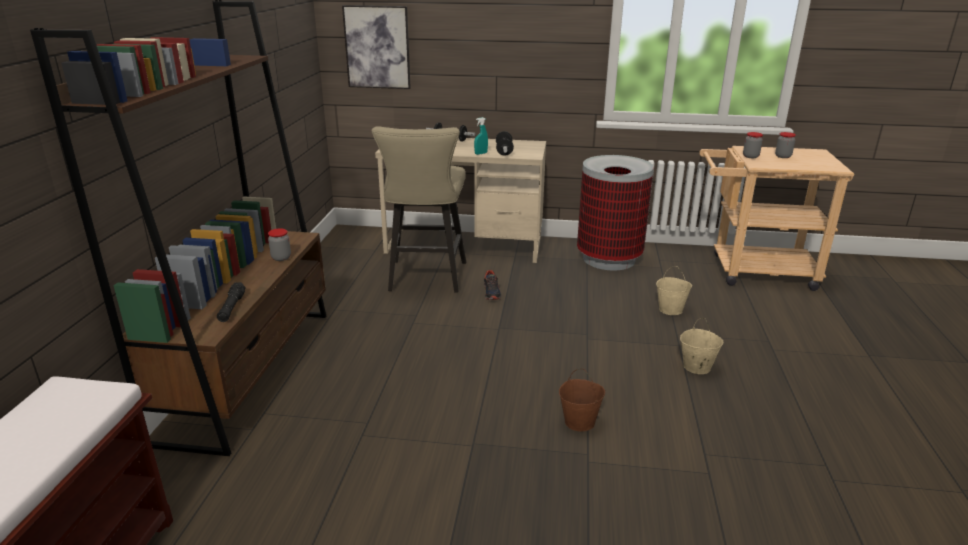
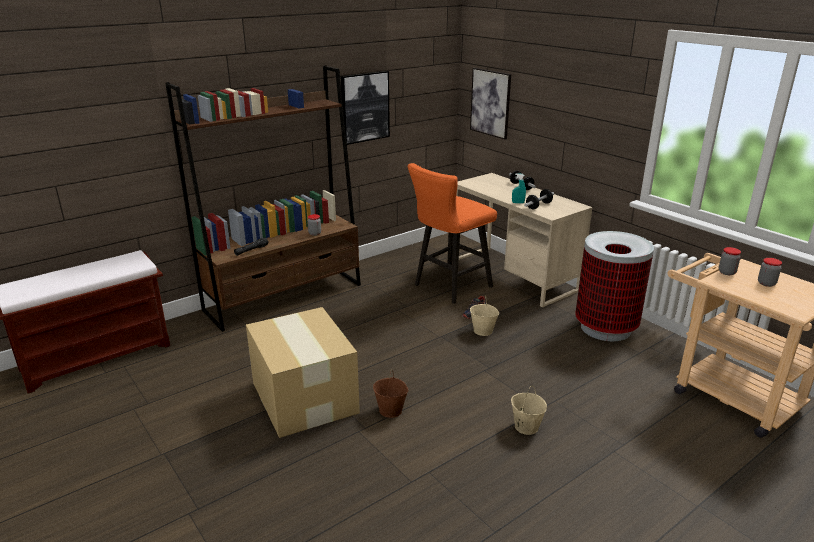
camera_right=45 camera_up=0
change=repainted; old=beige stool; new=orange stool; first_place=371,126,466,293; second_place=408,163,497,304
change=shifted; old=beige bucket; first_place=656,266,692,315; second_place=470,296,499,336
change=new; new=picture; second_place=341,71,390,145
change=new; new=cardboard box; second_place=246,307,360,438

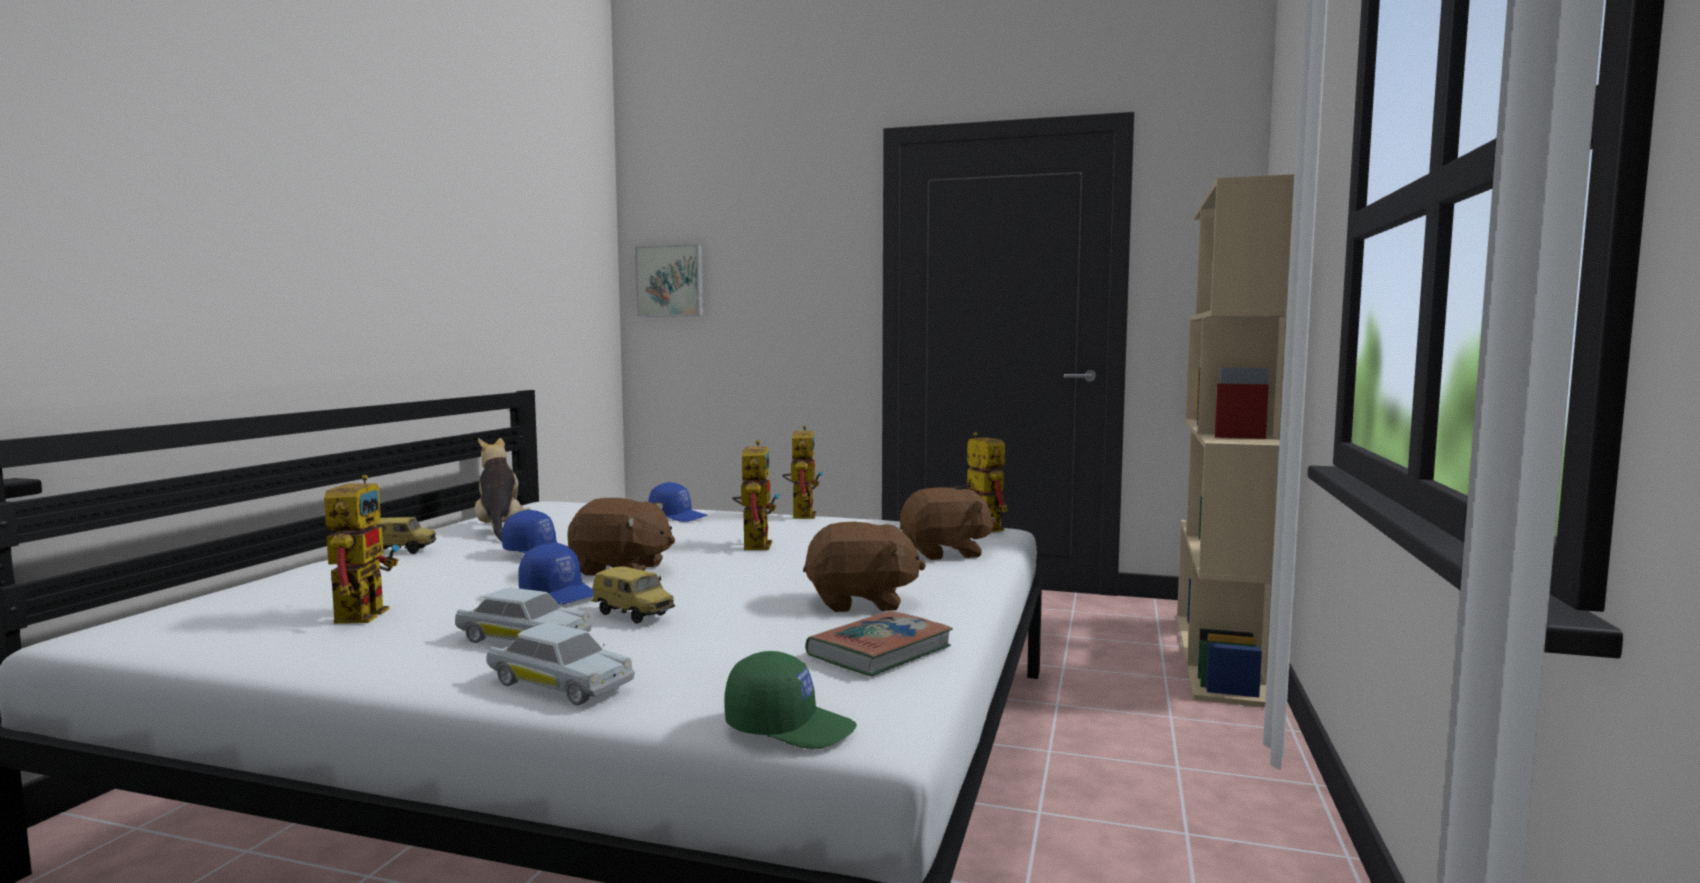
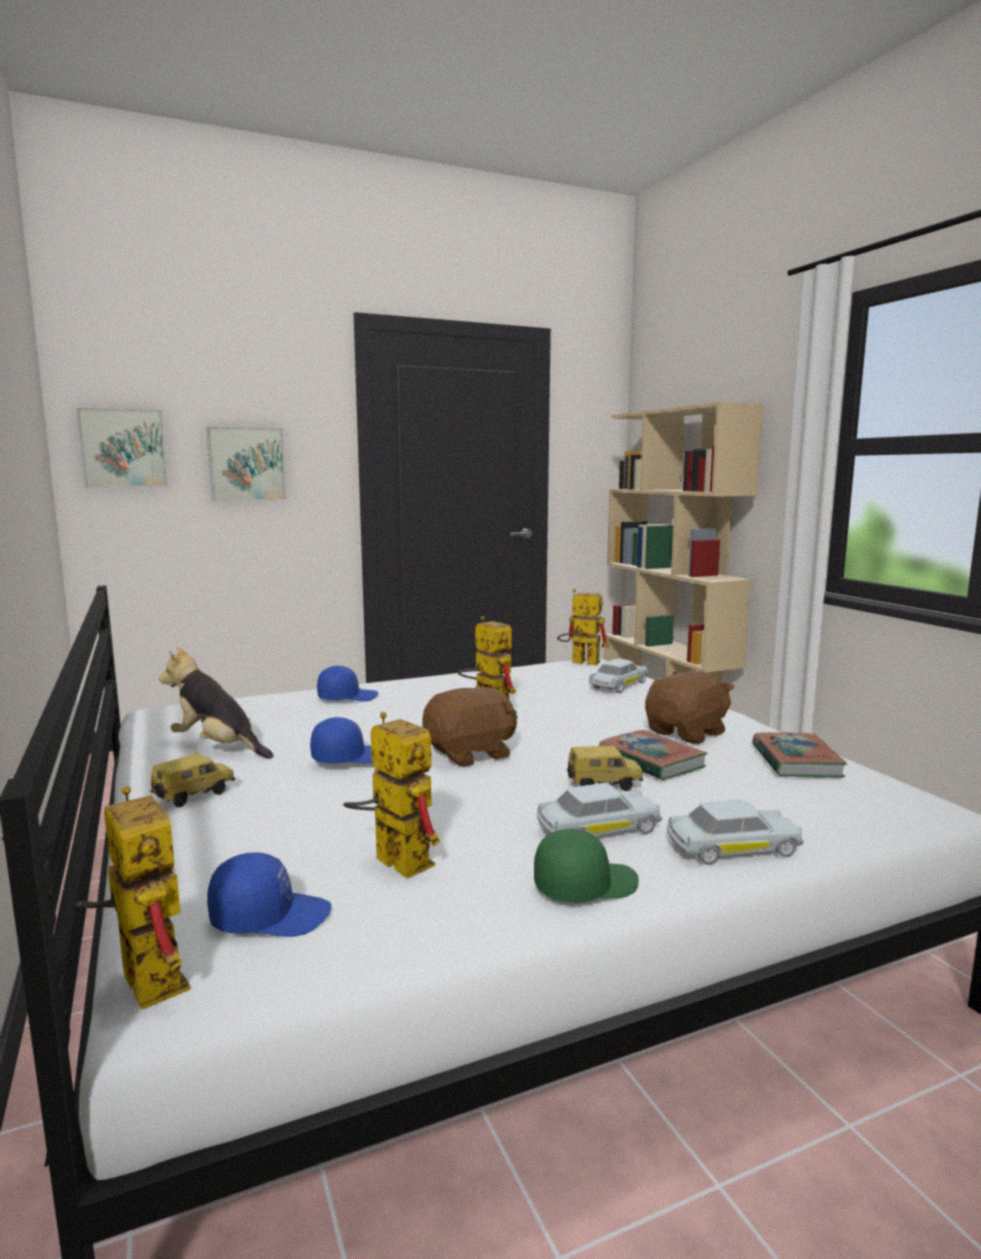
camera_right=-40 camera_up=5
change=shifted; old=toy robot; first_place=782,426,823,519; second_place=76,786,191,1010
change=swapped; old=brown plush toy; new=white toy car; first_place=900,487,996,560; second_place=589,659,648,693
change=shifted; old=blue cap; first_place=518,543,593,605; second_place=207,853,331,937
change=shifted; old=green cap; first_place=725,651,857,749; second_place=534,829,639,903
change=new; new=picture; second_place=207,427,287,501
change=new; new=book; second_place=599,730,707,781

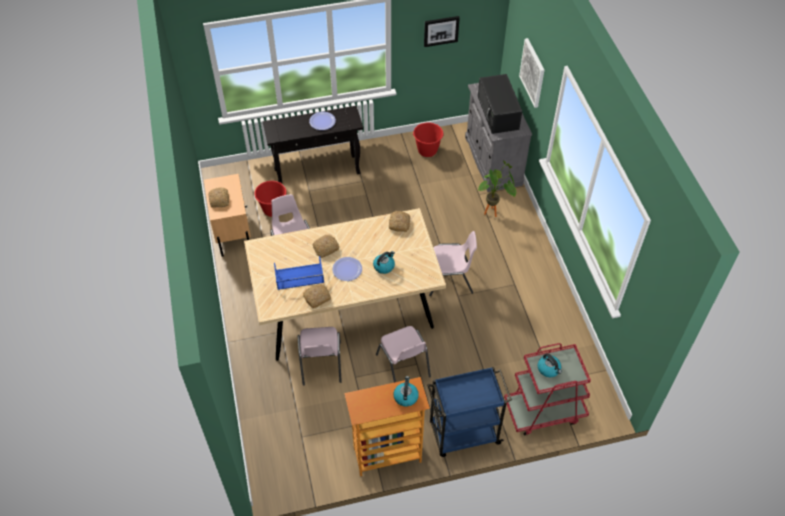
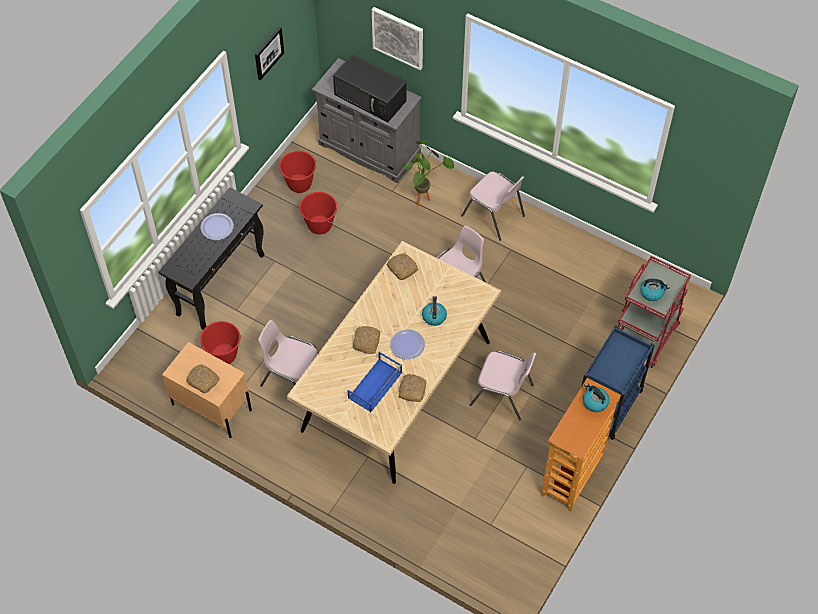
camera_right=-45 camera_up=5
change=shifted; old=pink chair; first_place=298,327,342,385; second_place=461,171,525,241
change=new; new=red bucket; second_place=299,192,337,234

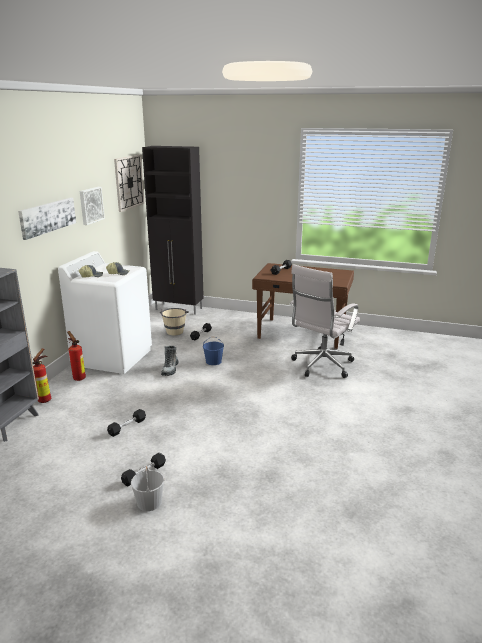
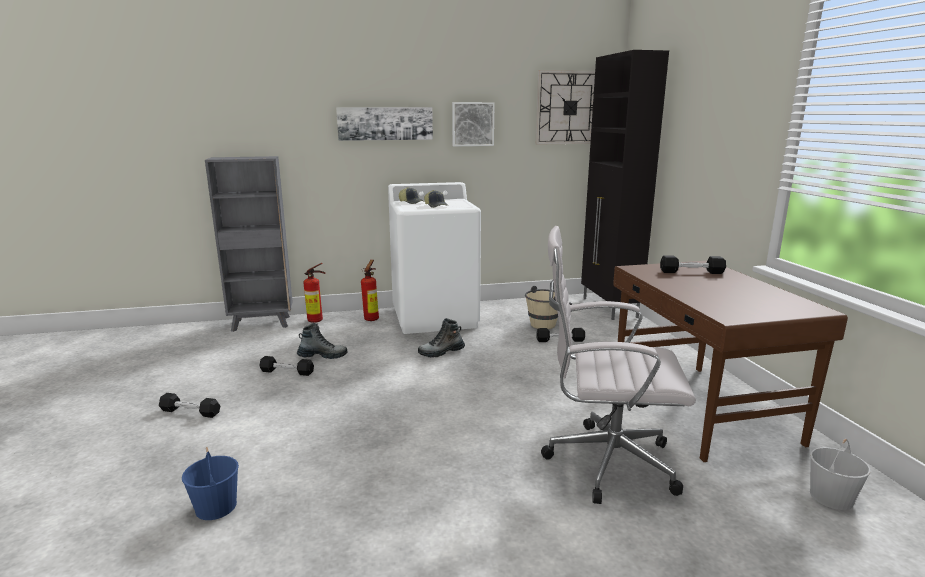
camera_right=60 camera_up=-5
change=shifted; old=blue bucket; first_place=203,336,224,365; second_place=182,447,239,520
change=shifted; old=white bucket; first_place=131,466,164,511; second_place=810,439,871,510
change=new; new=boot; second_place=297,323,347,359

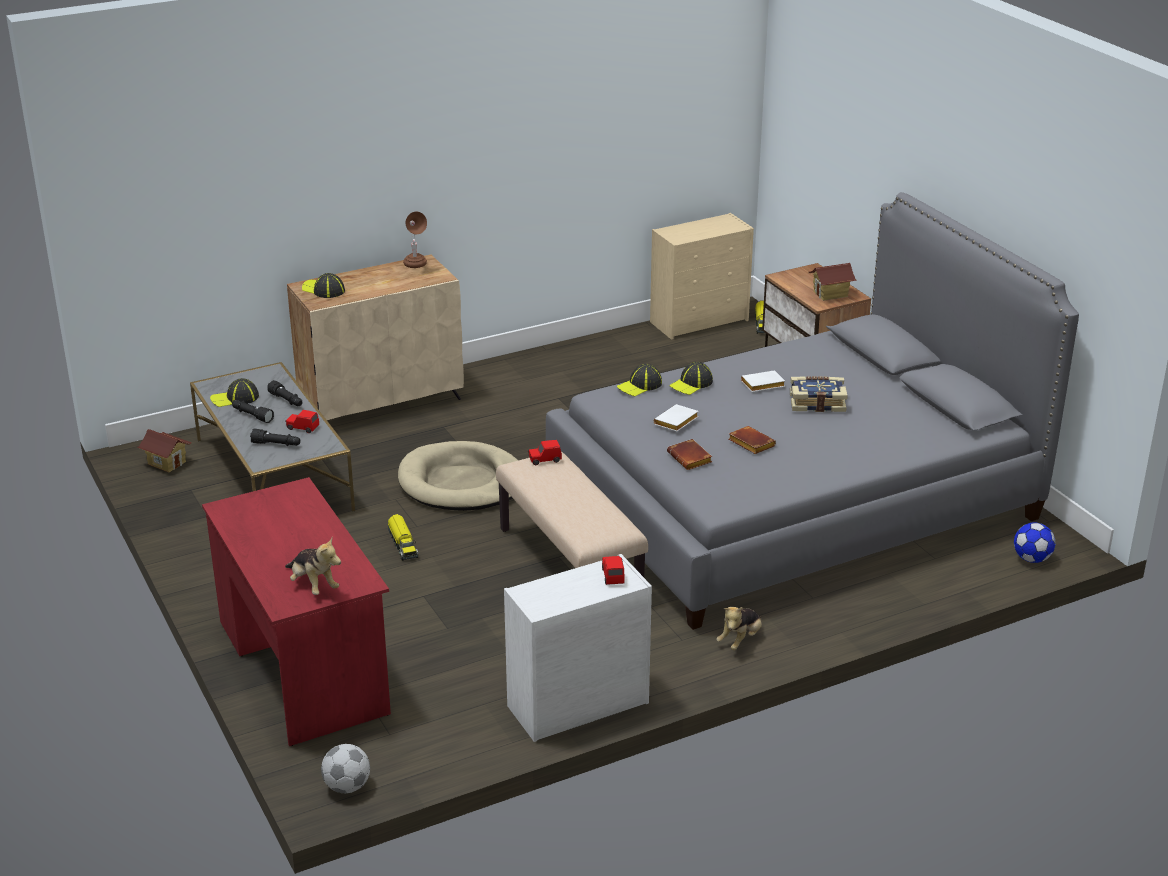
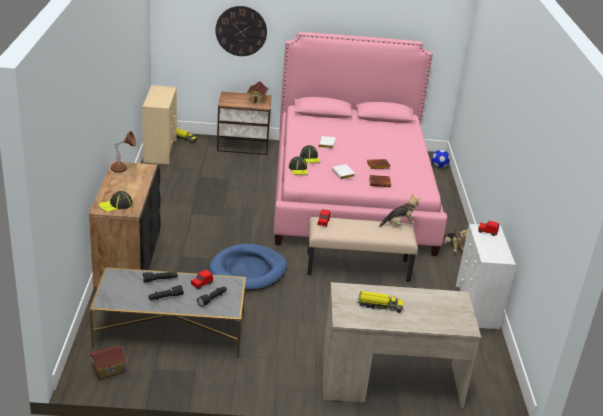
camera_right=-65 camera_up=0
change=repainted; old=grey bed; new=pink bed; first_place=546,192,1079,630; second_place=274,32,447,256
change=repainted; old=beige cabinet; new=black cabinet; first_place=287,254,464,420; second_place=89,161,161,288
change=gone; old=book; first_place=790,376,848,412
change=gone; old=cap; first_place=210,378,259,407
change=repainted; old=beige dog bed; new=blue dog bed; first_place=398,441,518,511; second_place=209,244,287,291
change=repainted; old=red desk; new=beige desk; first_place=202,477,391,746; second_place=322,282,481,409
change=shifted; old=toy truck; first_place=388,514,419,561; second_place=358,291,403,313
change=shifted; old=plush toy; first_place=285,538,341,595; second_place=379,194,420,227
change=gone; old=football; first_place=321,744,370,793
change=new; new=wall clock; second_place=215,6,267,56

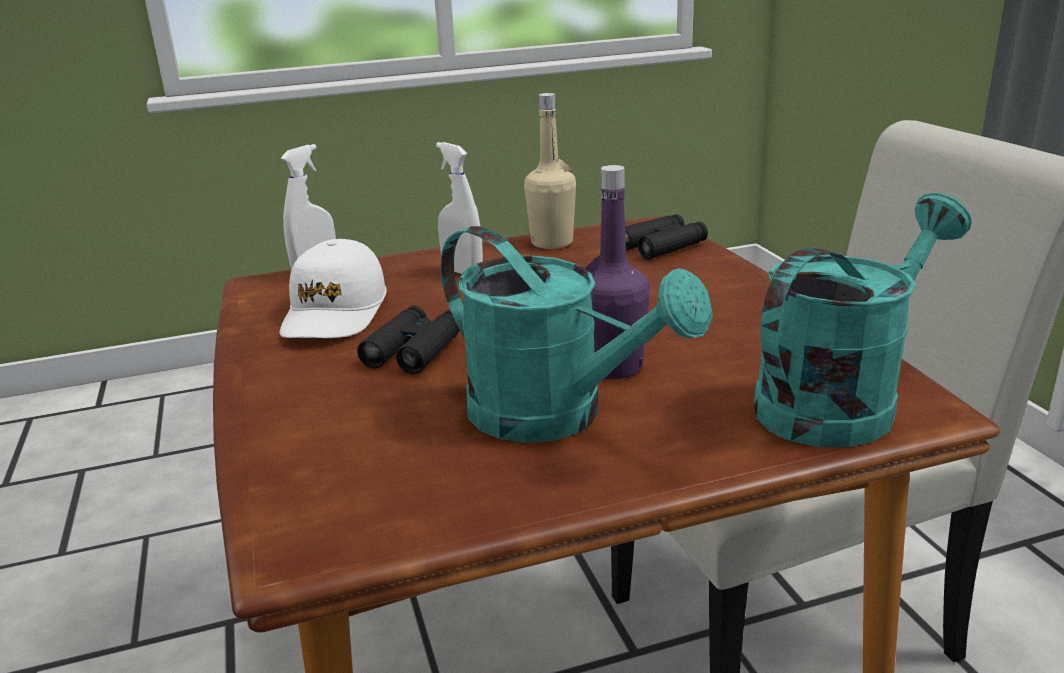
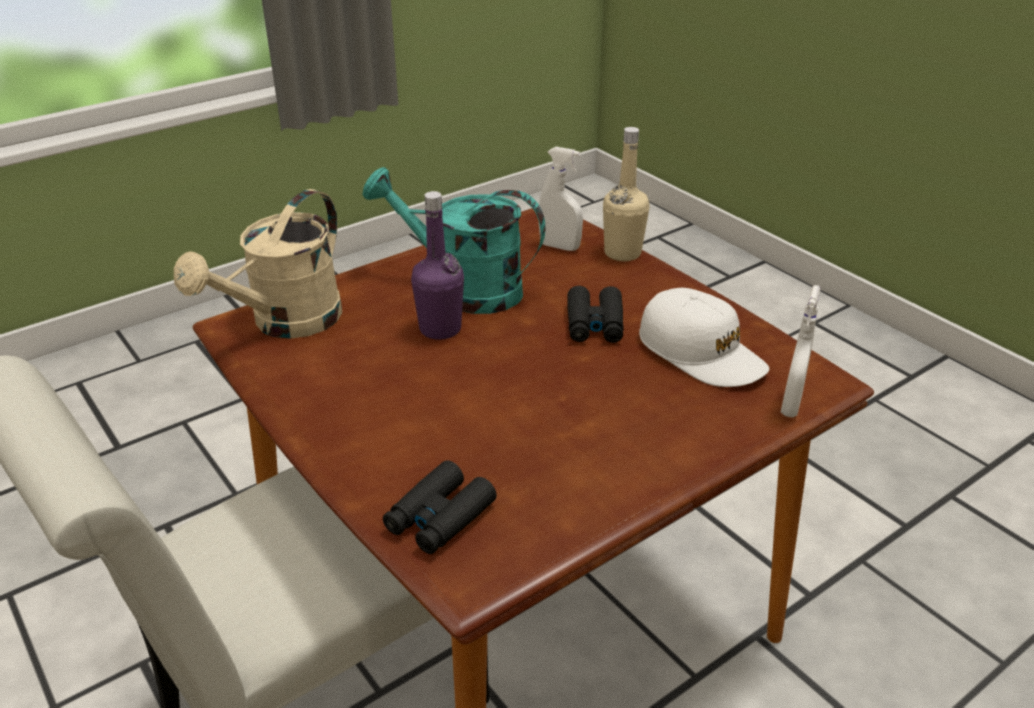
camera_right=160 camera_up=10
change=shifted; old=beige bottle; first_place=524,93,576,249; second_place=603,127,650,261
change=shifted; old=white spray bottle; first_place=436,142,483,274; second_place=539,147,583,251
change=repainted; old=turquoise watering can; new=beige watering can; first_place=754,193,972,447; second_place=174,189,342,339
change=rotated; old=white cap; first_place=280,239,387,338; second_place=639,288,769,387; degrees=150

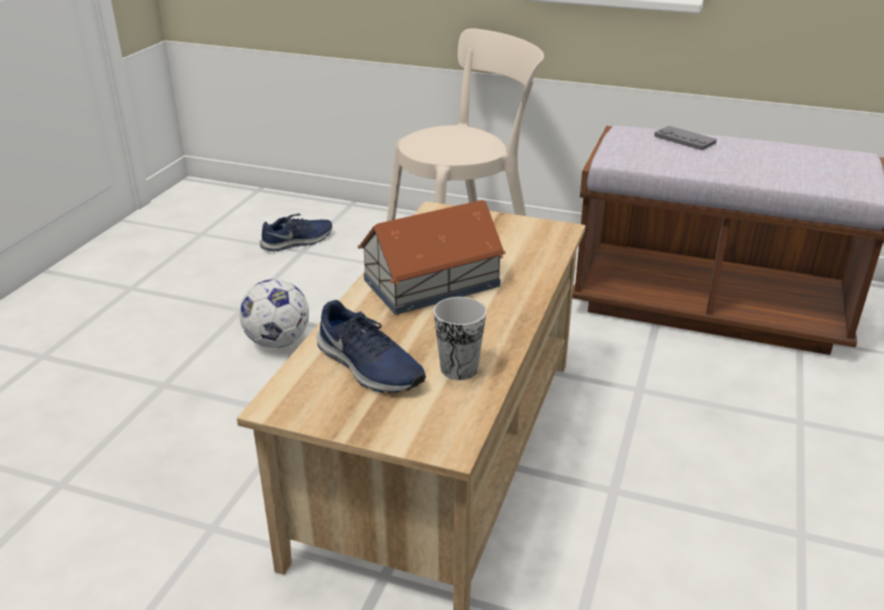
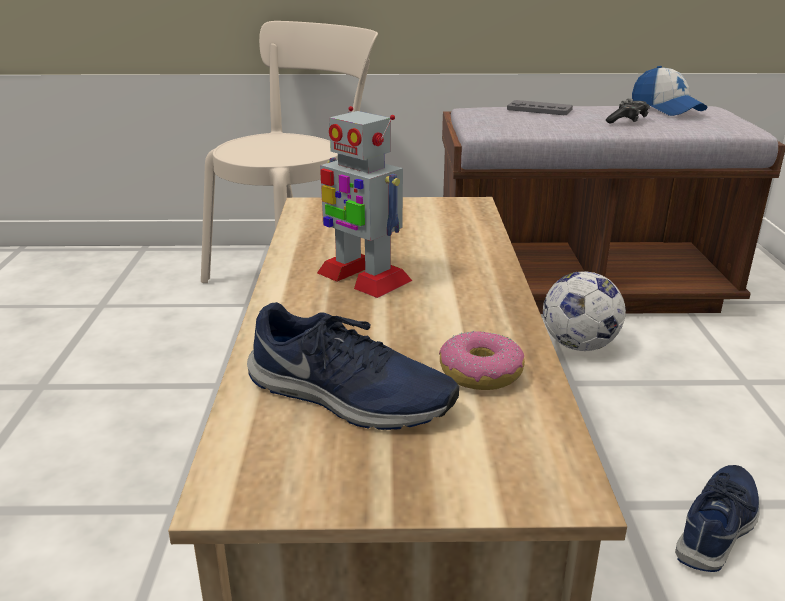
camera_right=-20 camera_up=-5
change=swapped; old=toy house; new=toy robot; first_place=357,200,506,315; second_place=317,106,412,298
change=shifted; old=blue shoe; first_place=260,214,332,251; second_place=675,465,760,572
change=shifted; old=football; first_place=239,279,309,348; second_place=543,271,626,351
change=swapped; old=cup; new=donut; first_place=434,297,486,380; second_place=439,331,525,390
change=new; new=cap; second_place=632,66,707,116
change=new; new=game controller; second_place=606,99,650,124

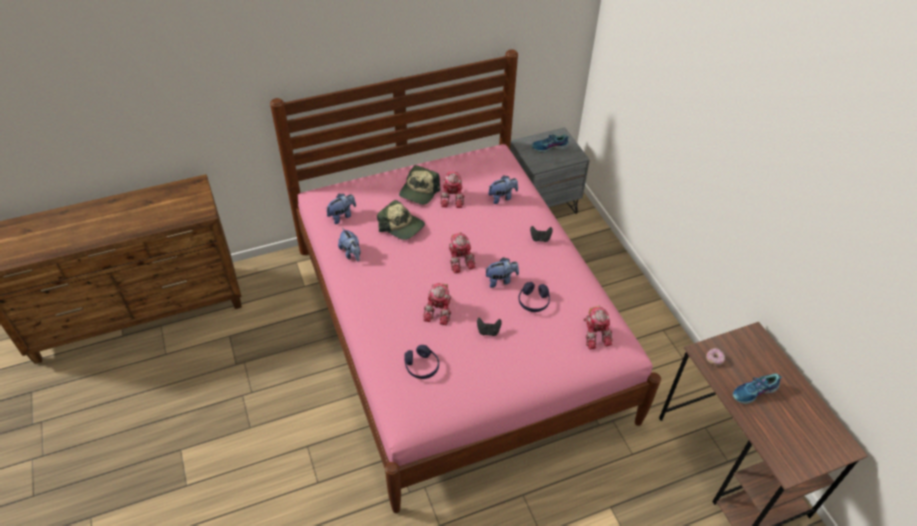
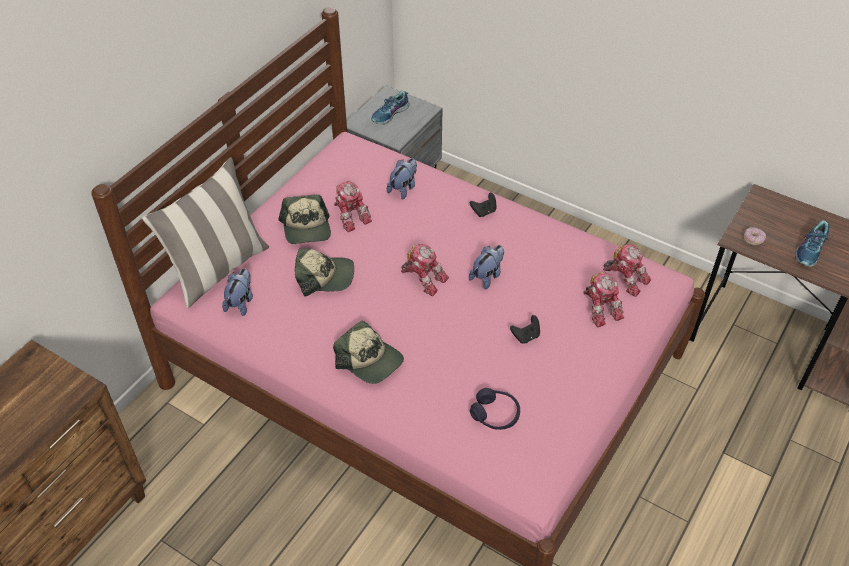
camera_right=-35 camera_up=0
change=gone; old=plush toy; first_place=338,228,361,262
change=gone; old=purple headphones; first_place=518,282,550,312
change=shifted; old=toy robot; first_place=423,283,451,325; second_place=583,271,624,327
change=new; new=pillow; second_place=142,157,269,308
change=new; new=cap; second_place=333,320,404,384

